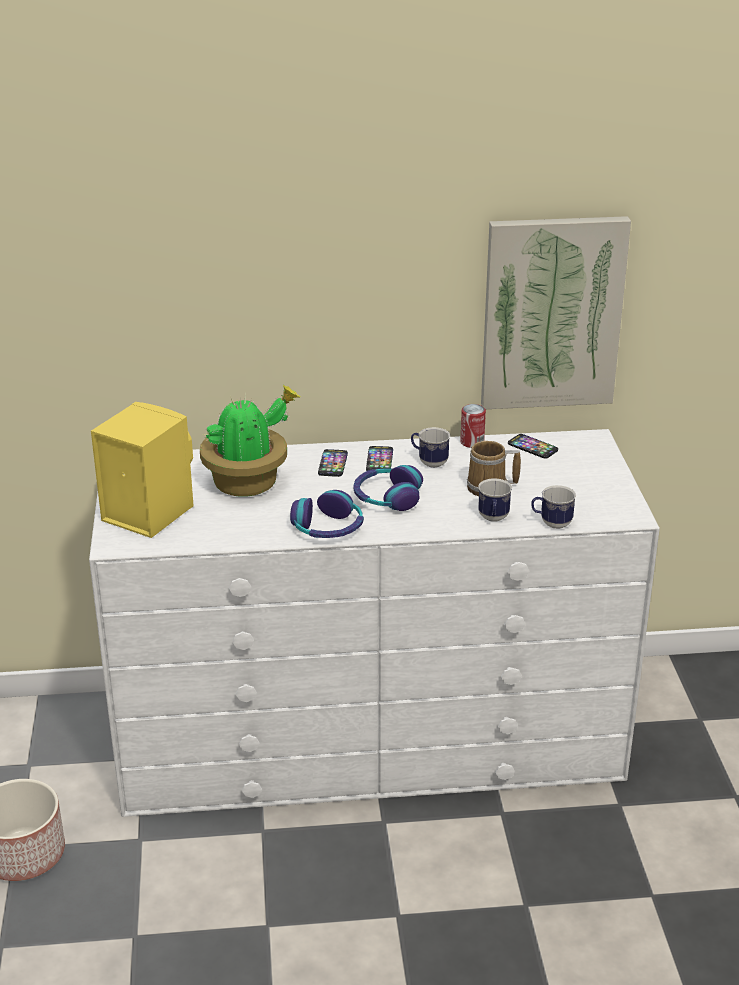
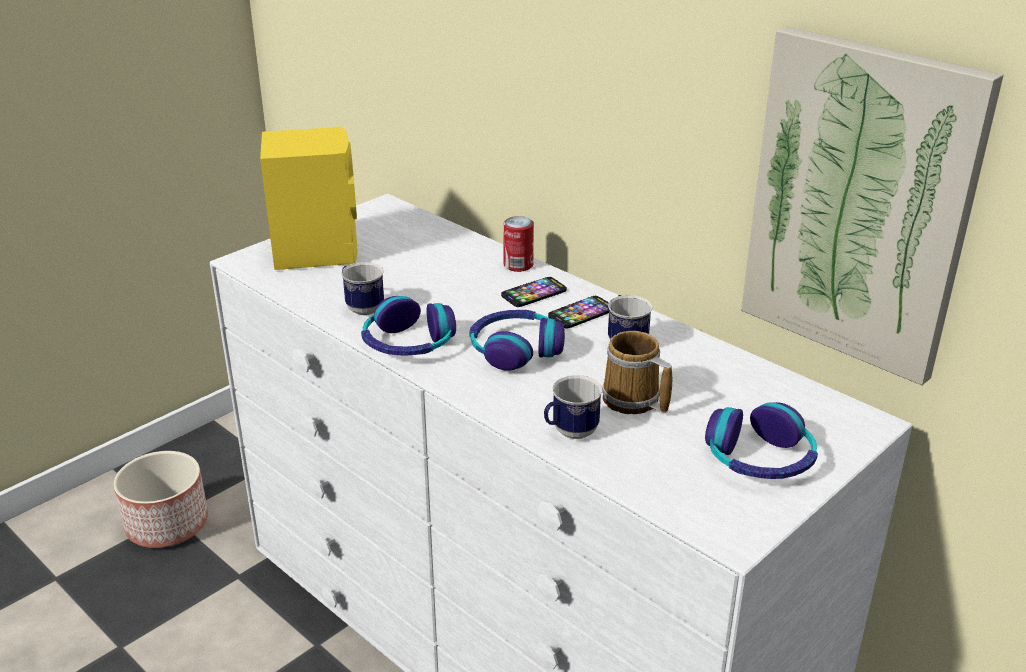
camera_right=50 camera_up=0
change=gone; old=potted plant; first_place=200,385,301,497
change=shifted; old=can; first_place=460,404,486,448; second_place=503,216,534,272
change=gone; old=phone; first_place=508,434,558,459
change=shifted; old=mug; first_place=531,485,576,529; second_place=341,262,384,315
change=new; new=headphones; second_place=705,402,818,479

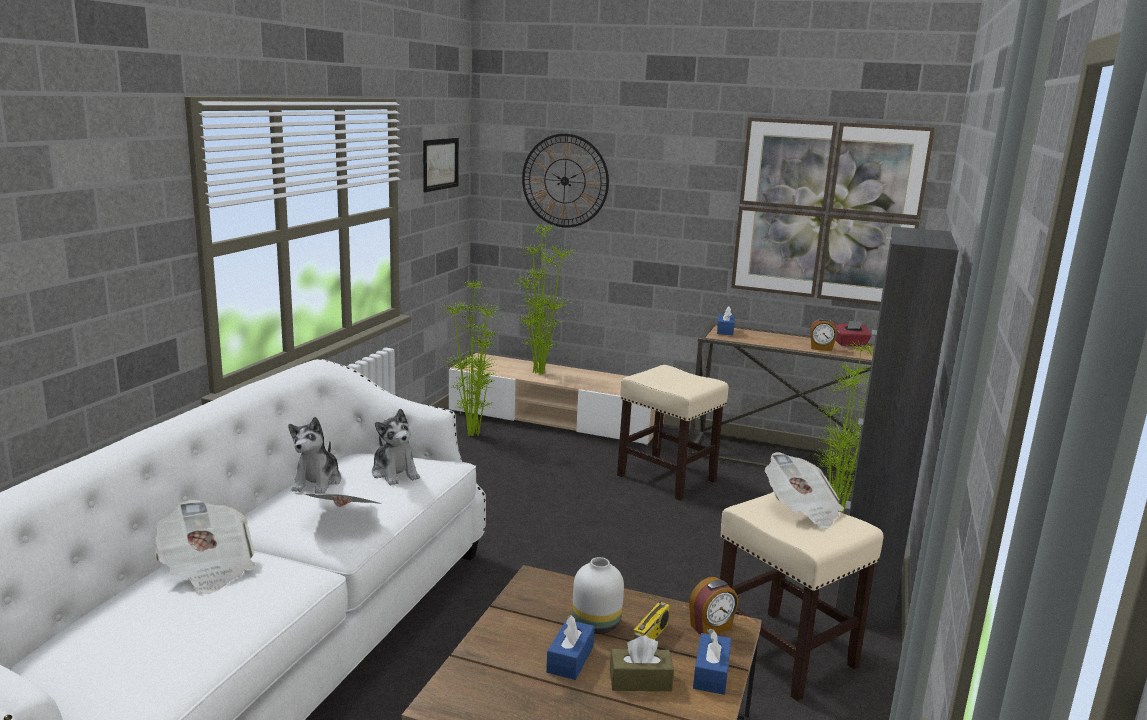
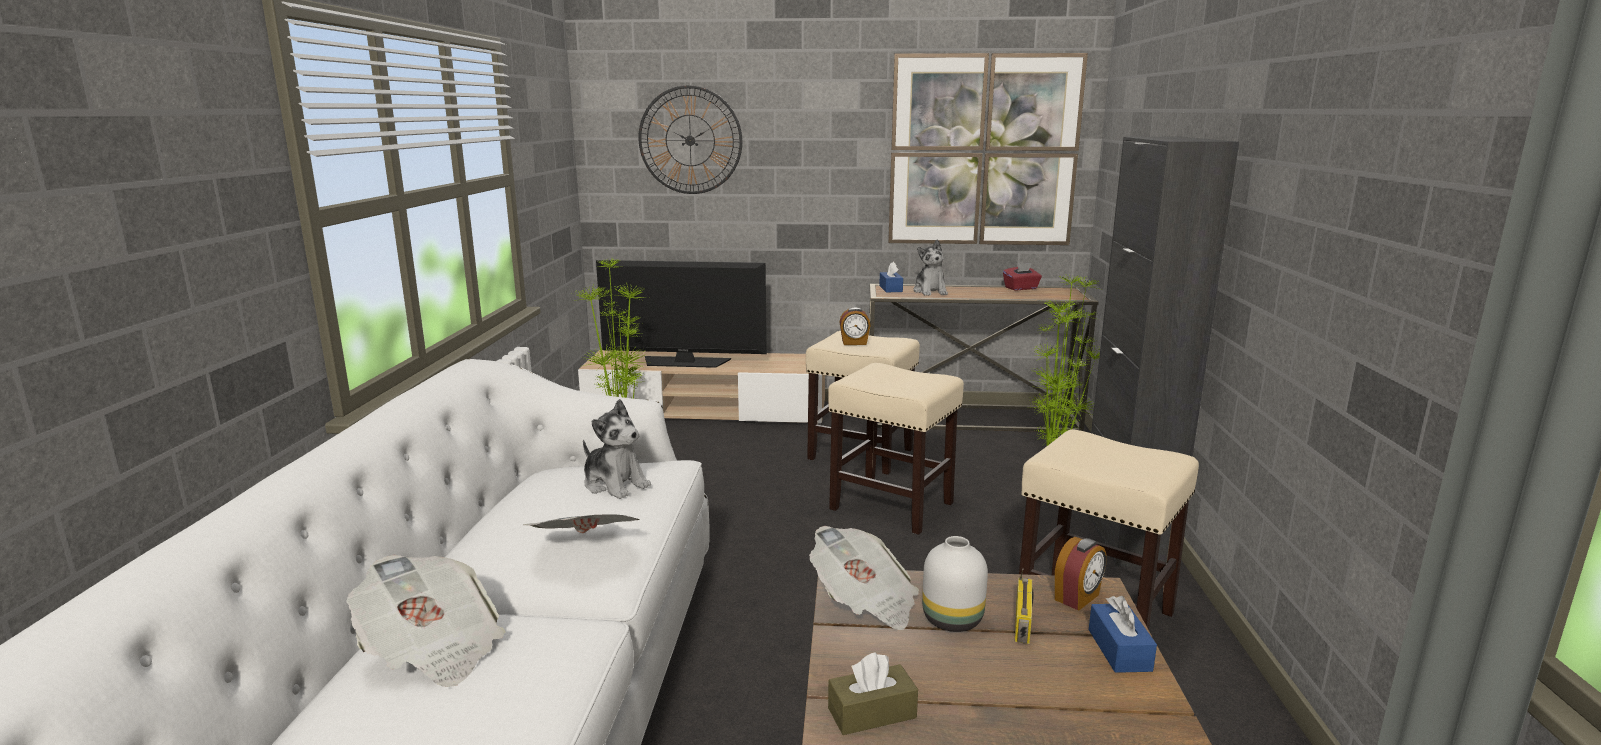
camera_right=-15 camera_up=0
change=gone; old=picture; first_place=423,138,459,192
change=swapped; old=potted plant; new=television; first_place=515,224,575,374; second_place=596,260,767,368
change=shifted; old=alarm clock; first_place=810,318,837,351; second_place=839,307,871,345
change=shifted; old=plush toy; first_place=288,417,341,493; second_place=913,239,948,296
change=shifted; old=newspaper; first_place=765,452,844,529; second_place=809,526,919,630
change=gone; old=blue tissue box; first_place=546,615,595,680
change=shifted; old=brown tissue box; first_place=610,636,674,691; second_place=828,652,918,735
change=new; new=beige stool; second_place=828,363,964,535

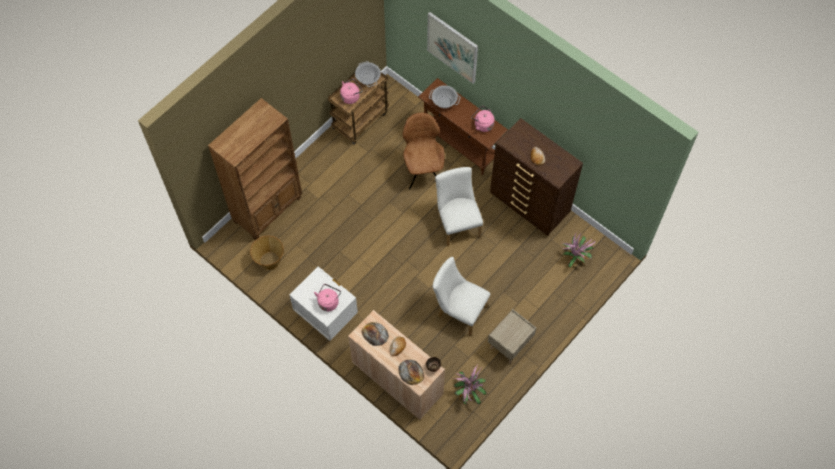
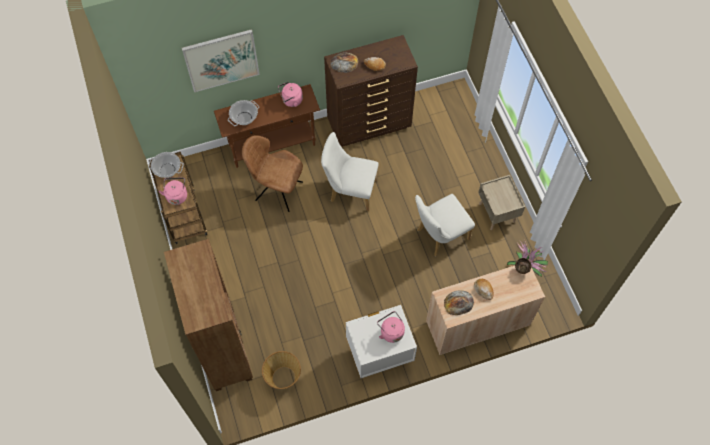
camera_right=-60 camera_up=0
change=gone; old=potted plant; first_place=561,232,596,270
change=shifted; old=bread; first_place=398,360,424,385; second_place=330,52,358,73

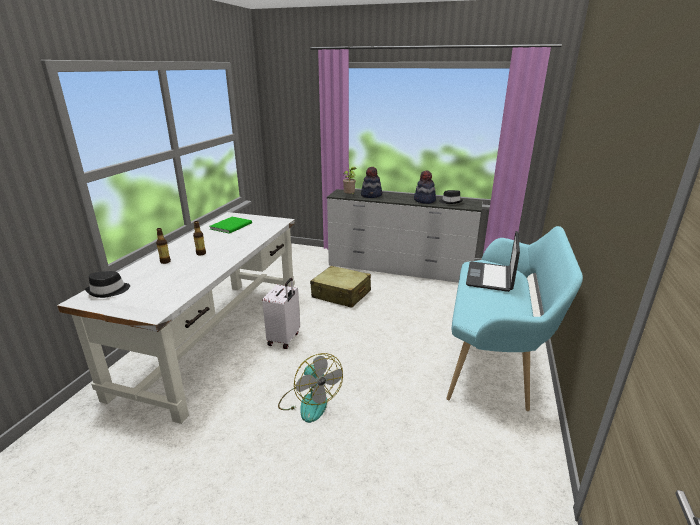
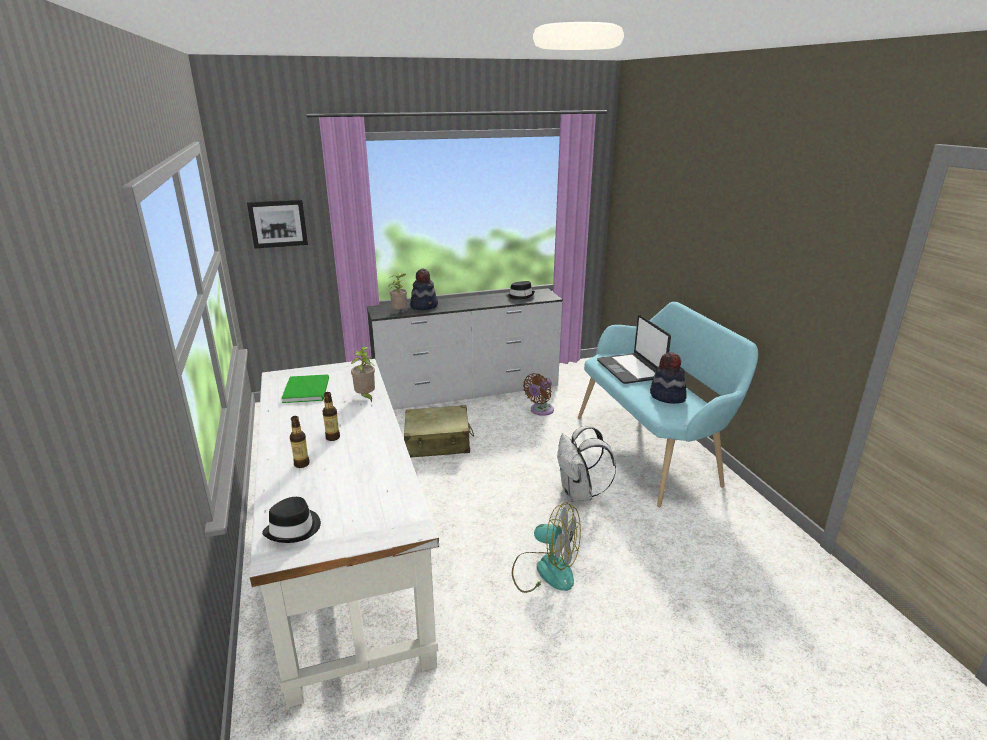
camera_right=-35 camera_up=0
change=shifted; old=hat; first_place=414,170,436,204; second_place=650,352,687,404
change=gone; old=white suitcase; first_place=262,278,300,349
change=new; new=picture; second_place=247,199,308,248
change=new; new=potted plant; second_place=351,347,375,403
change=new; new=brown fan; second_place=523,373,554,416
change=new; new=white backpack; second_place=557,425,616,502

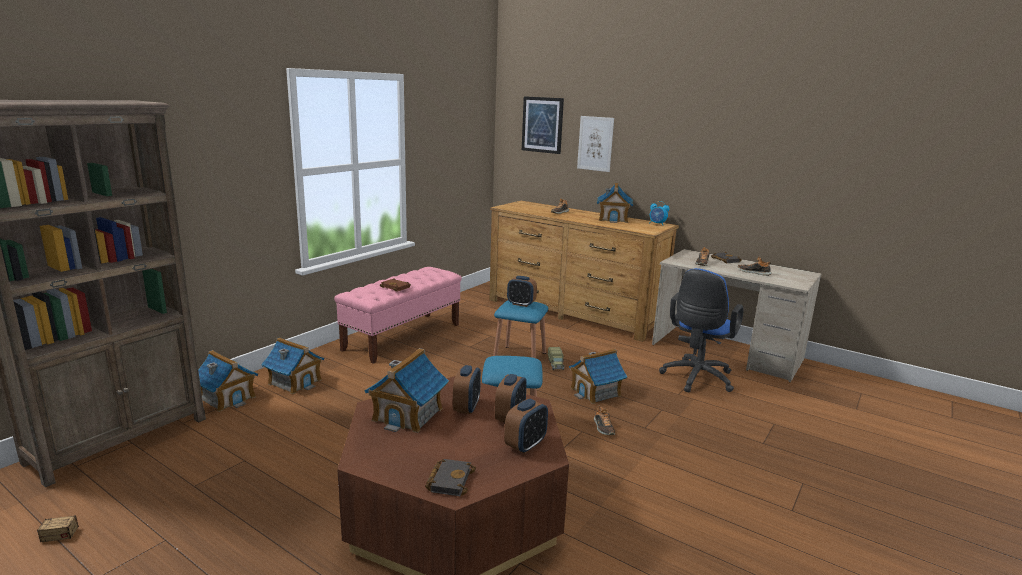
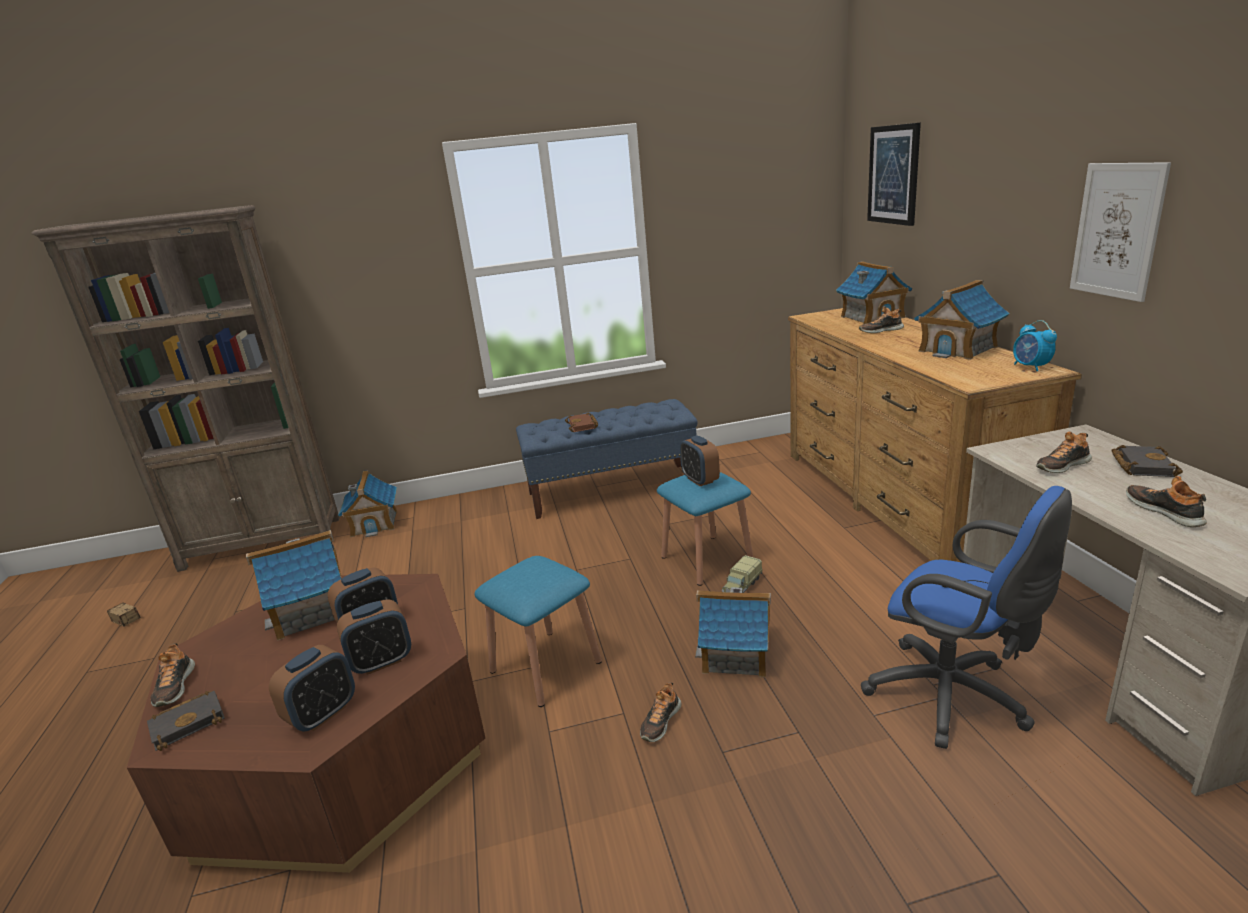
camera_right=45 camera_up=5
change=shifted; old=picture; first_place=577,116,614,172; second_place=1070,162,1171,302
change=repainted; old=pink bench; new=blue bench; first_place=334,267,462,364; second_place=516,399,698,519
change=rotated; old=blue office chair; first_place=659,268,743,392; second_place=861,486,1072,749; degrees=-120
change=shifted; old=toy house; first_place=261,337,324,394; second_place=836,261,913,324
change=rotated; old=alarm clock; first_place=504,398,548,454; second_place=269,645,355,732; degrees=-45
change=new; new=shoe; second_place=150,643,195,707

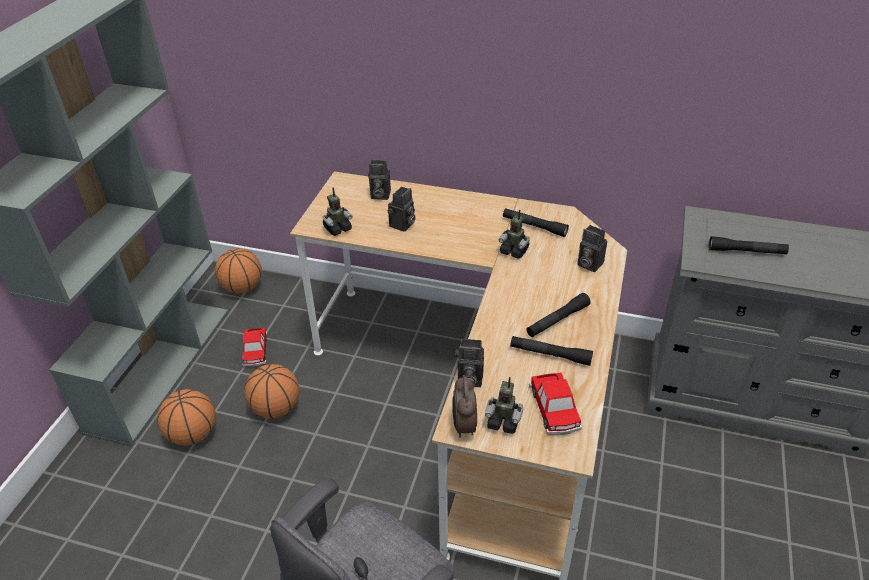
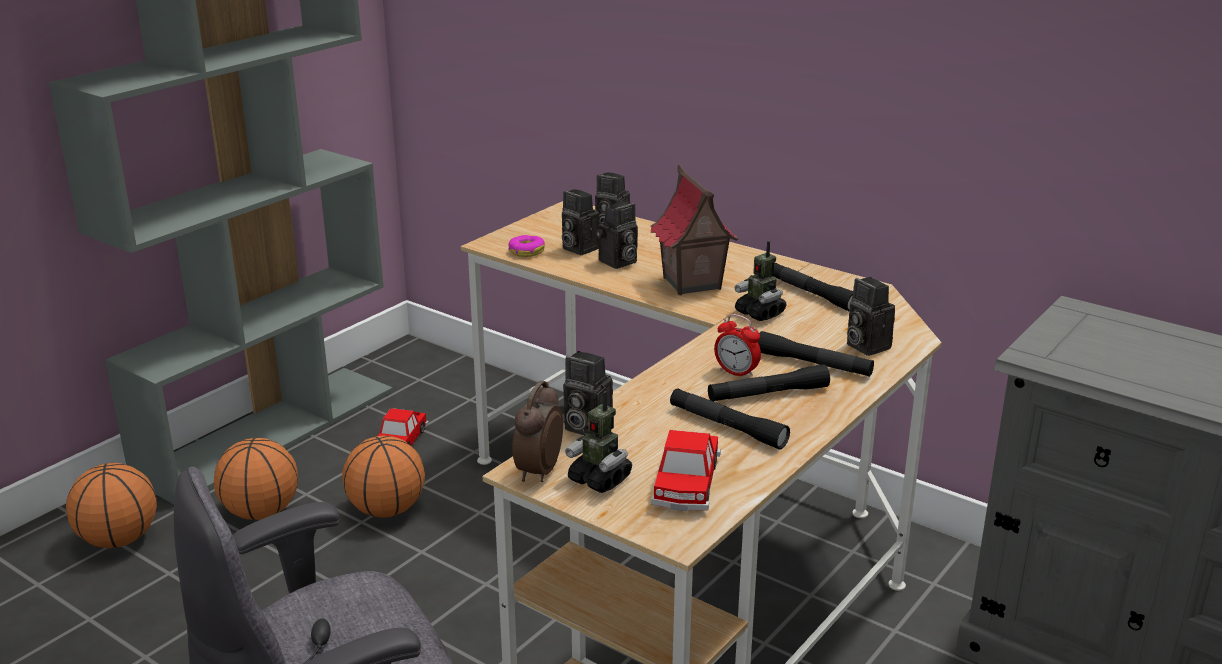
camera_right=20 camera_up=-15
change=swapped; old=toy robot; new=donut; first_place=323,187,352,236; second_place=508,235,545,257
change=shifted; old=black flashlight; first_place=709,236,789,255; second_place=758,331,874,377
change=shifted; old=basketball; first_place=215,248,262,294; second_place=66,463,157,548
change=new; new=toy house; second_place=651,165,738,295
change=new; new=photo camera; second_place=562,189,600,255
change=new; new=alarm clock; second_place=714,314,761,379

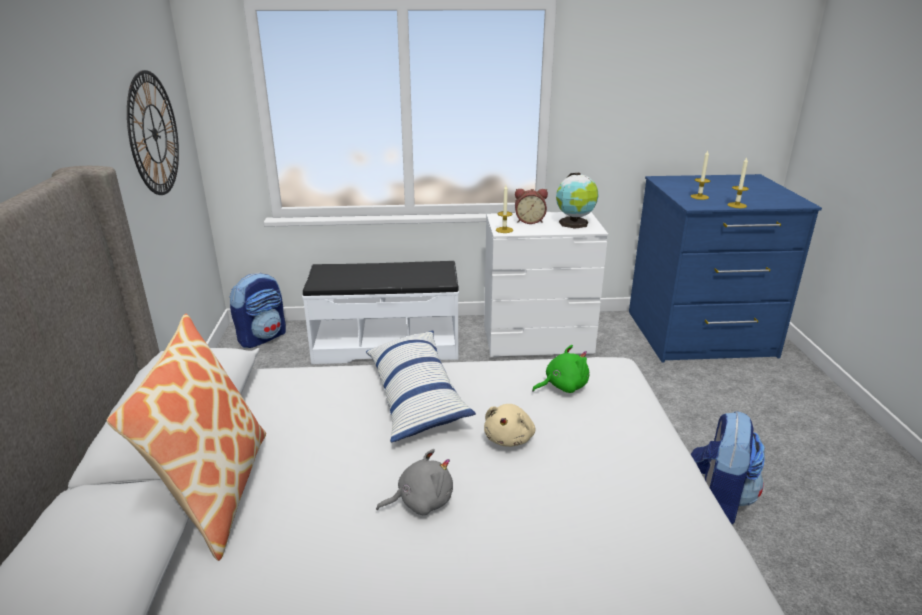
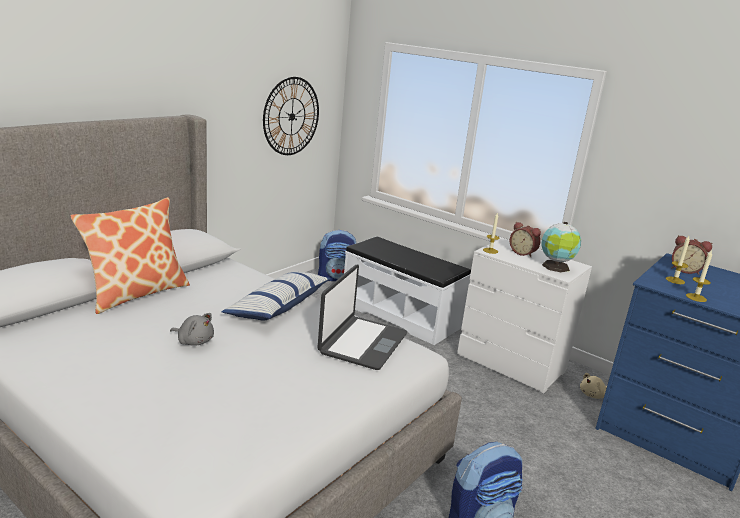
camera_right=40 camera_up=-5
change=swapped; old=green plush toy; new=laptop; first_place=532,345,589,393; second_place=317,265,407,370
change=shifted; old=beige plush toy; first_place=484,404,535,447; second_place=580,373,607,399
change=new; new=alarm clock; second_place=672,235,712,275

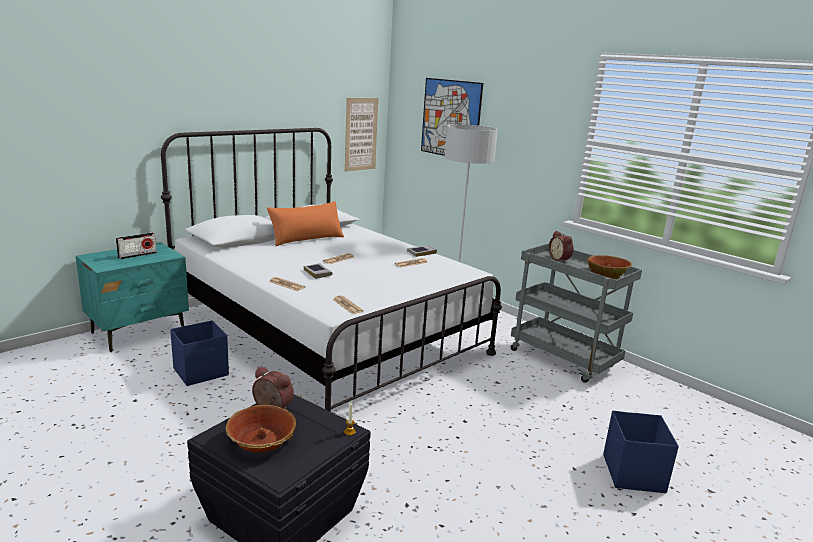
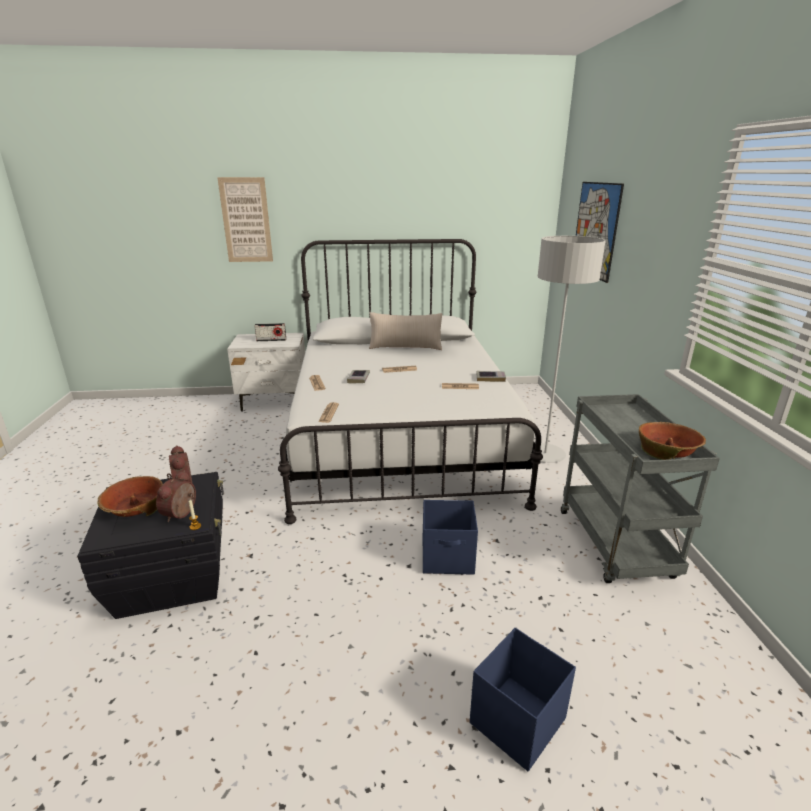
camera_right=40 camera_up=5
change=shifted; old=picture; first_place=345,98,378,172; second_place=217,177,273,262
change=repainted; old=orange pillow; new=beige pillow; first_place=267,201,344,246; second_place=369,312,442,350
change=shifted; old=alarm clock; first_place=549,231,574,263; second_place=156,470,196,522
change=repainted; old=turquoise nightstand; new=white nightstand; first_place=76,242,189,352; second_place=227,333,305,412
change=shifted; old=blue storage box; first_place=170,320,229,386; second_place=423,500,478,575

